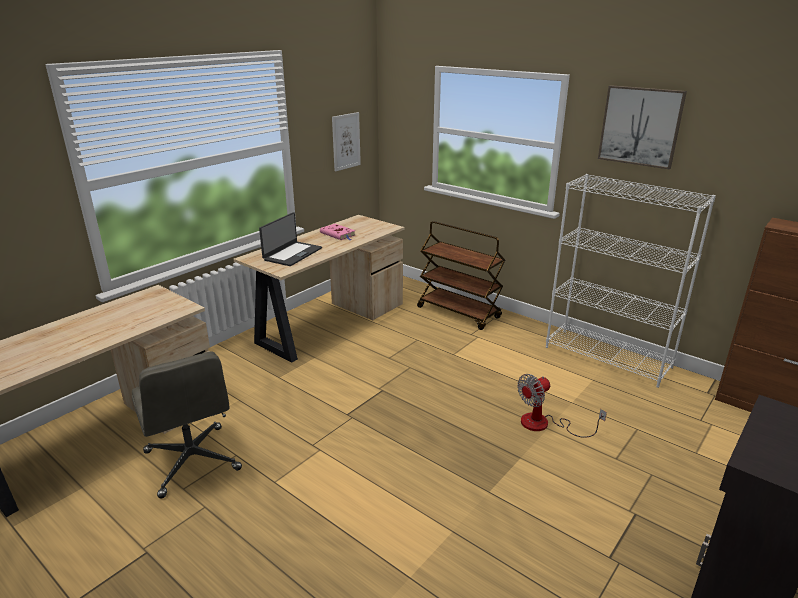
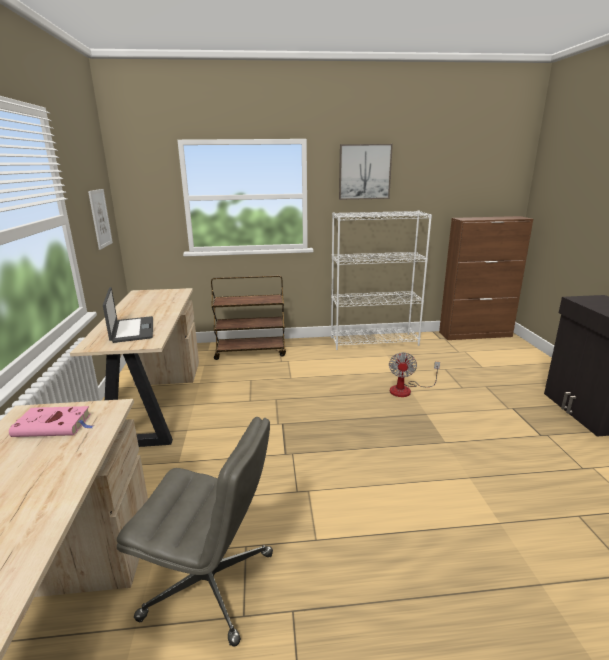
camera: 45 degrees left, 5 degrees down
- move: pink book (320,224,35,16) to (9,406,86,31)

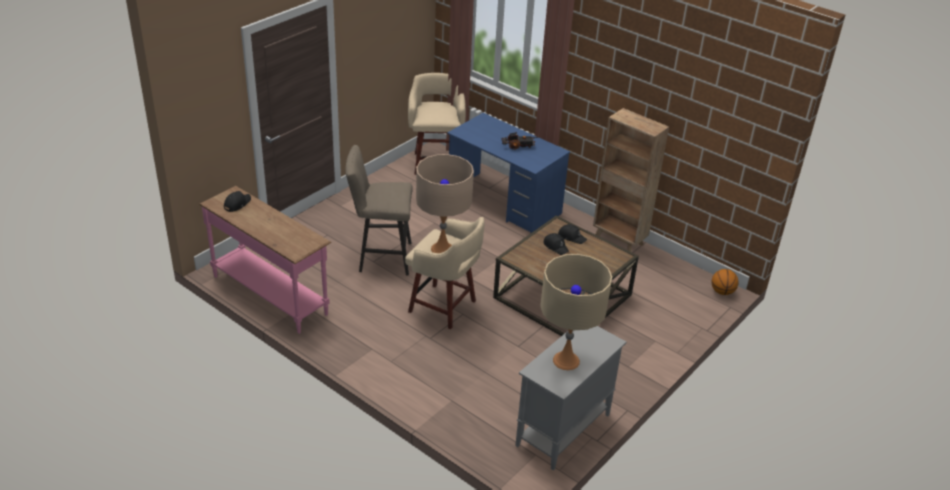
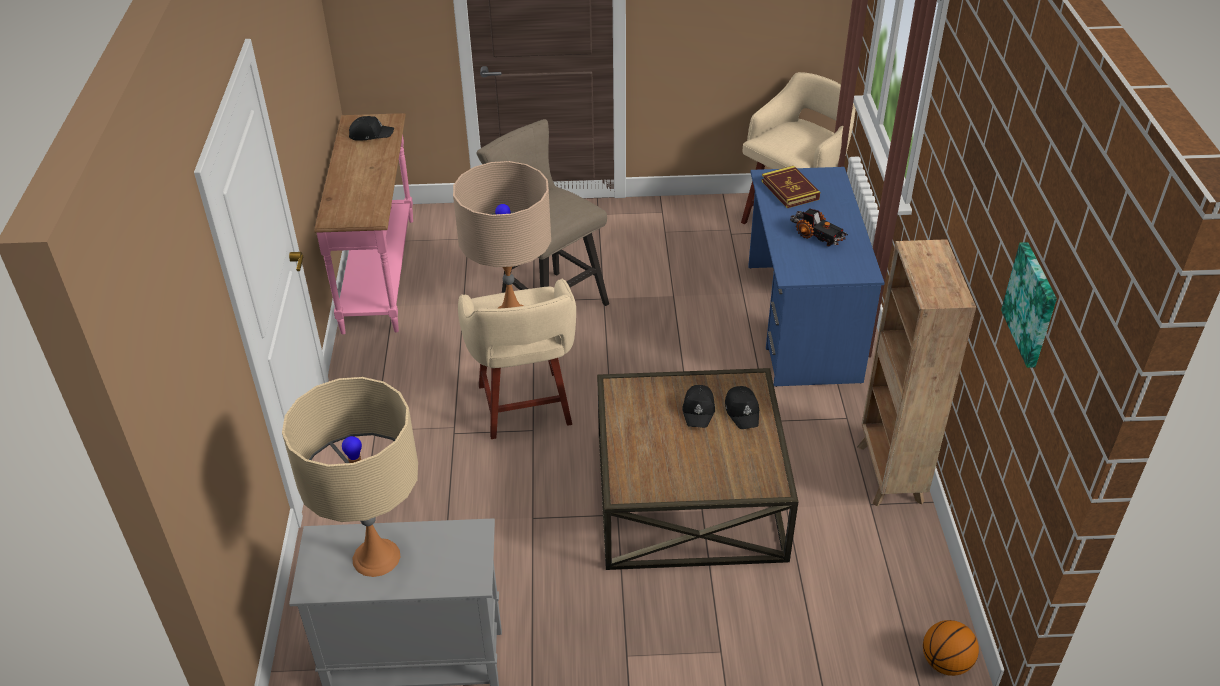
camera: 50 degrees right, 5 degrees up
- insert: book (762,166,58,42)
- insert: picture (1001,242,56,126)

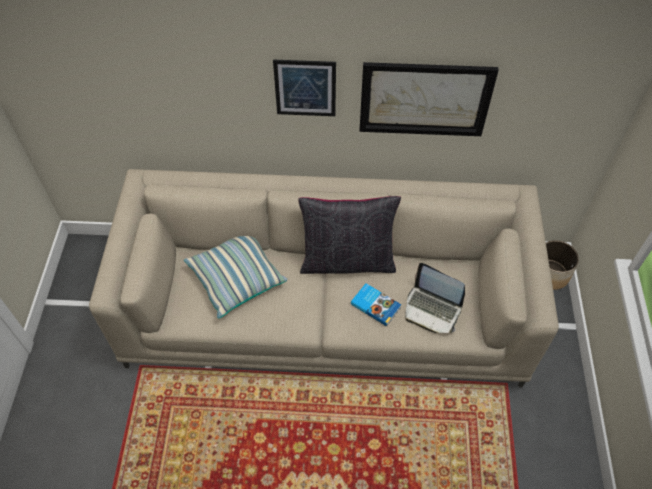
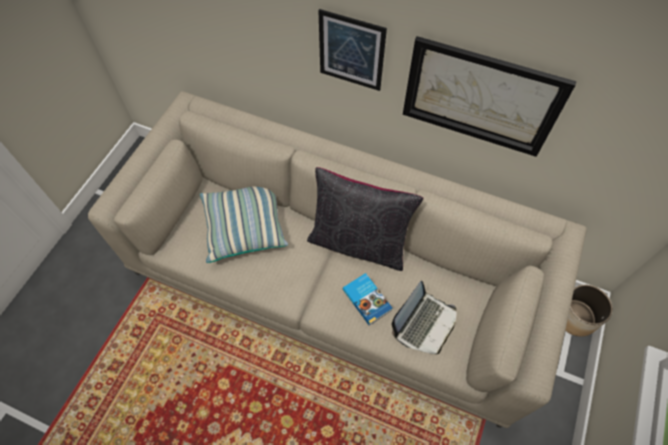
camera: 20 degrees right, 5 degrees up
- rotate: laptop (405,263,60,70) = (392,281,65,73) 105 degrees counterclockwise

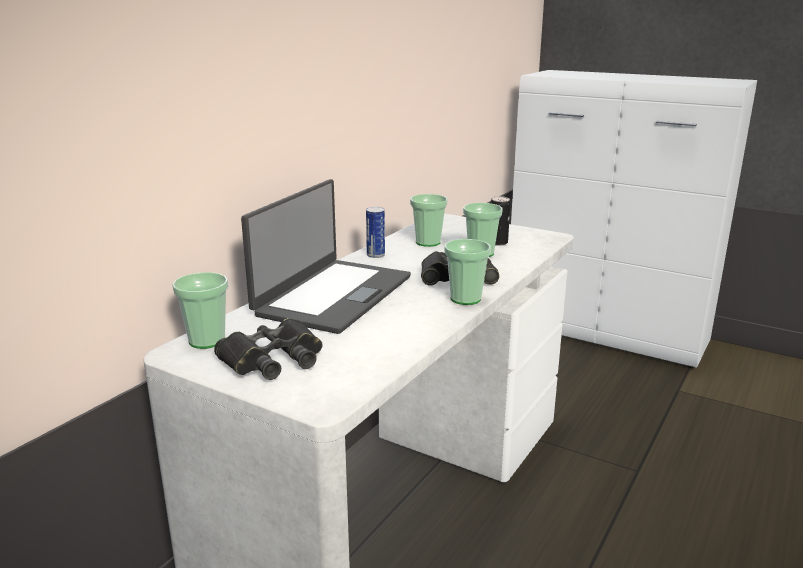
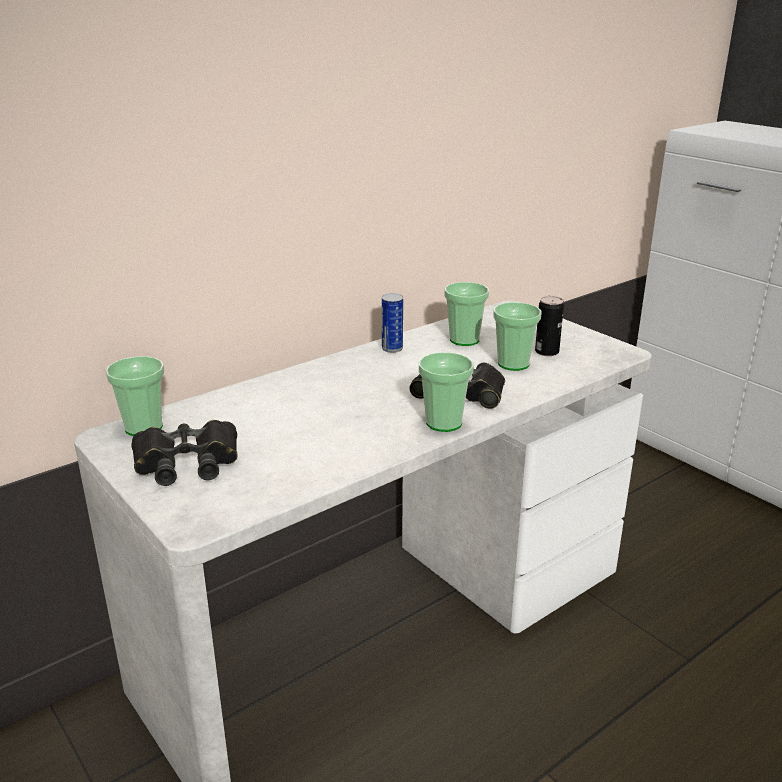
camera: 20 degrees right, 5 degrees up
- delete: laptop (241,179,170,155)

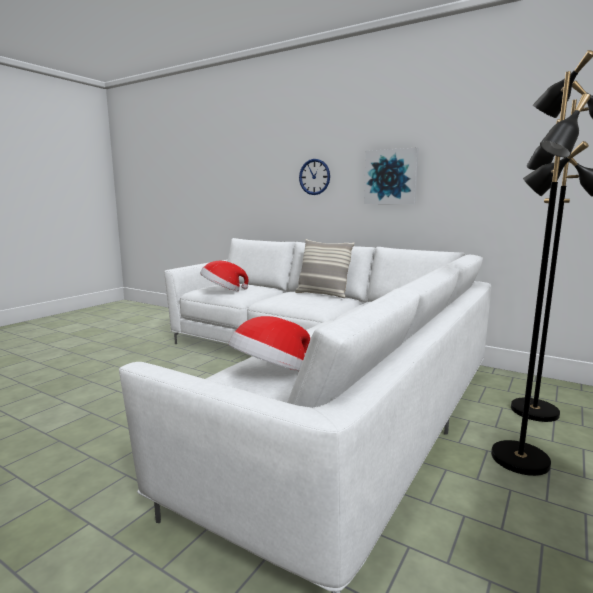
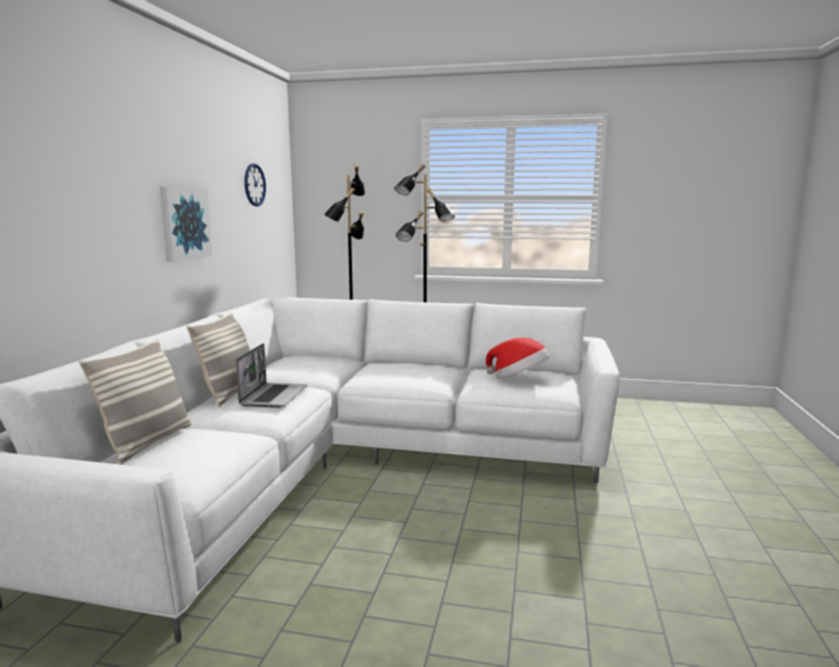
camera: 110 degrees left, 0 degrees up
- insert: pillow (79,338,113,127)
- insert: laptop (236,343,71,65)
- move: wall clock (299,159,31,36) to (244,163,22,44)
- delete: hat (200,261,49,30)

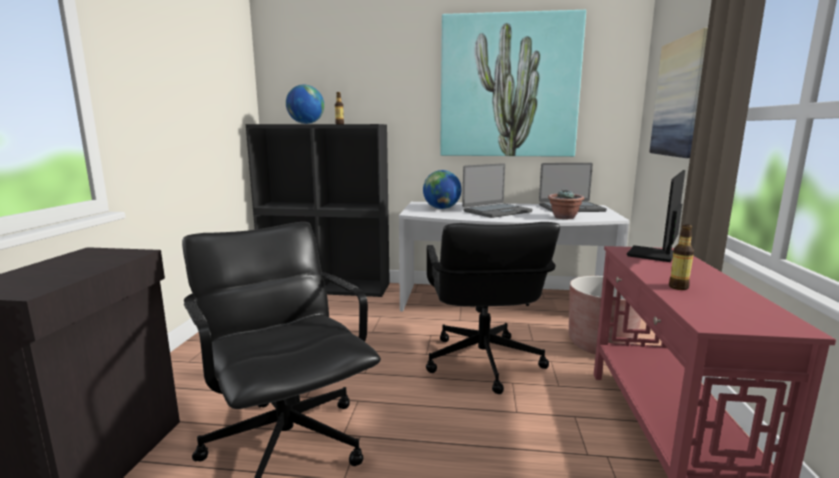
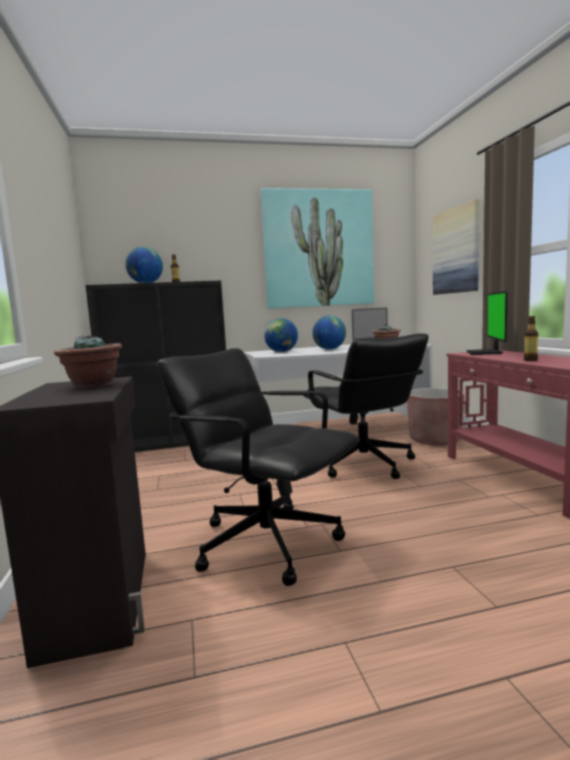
camera: 20 degrees left, 5 degrees down
- insert: potted plant (54,335,68,53)
- replace: laptop (462,163,70,55) to globe (312,316,34,34)

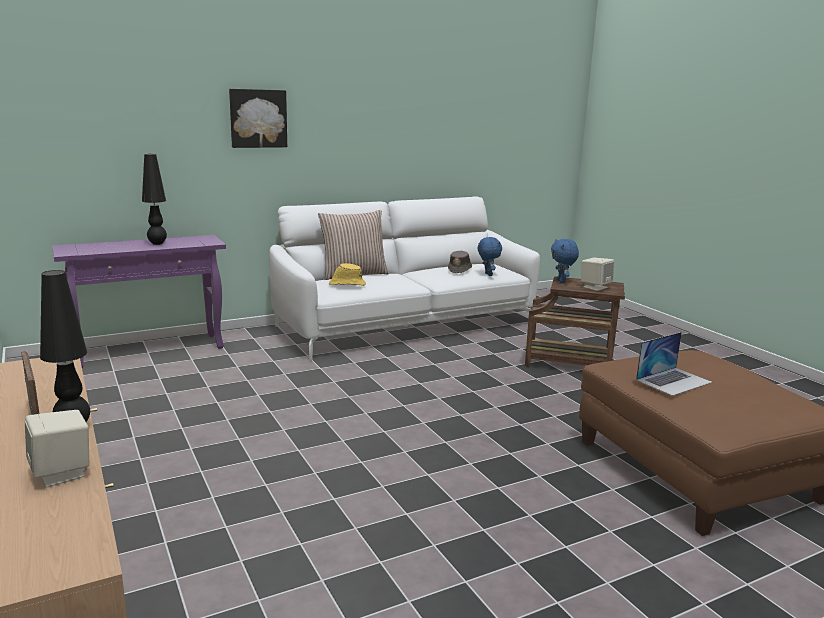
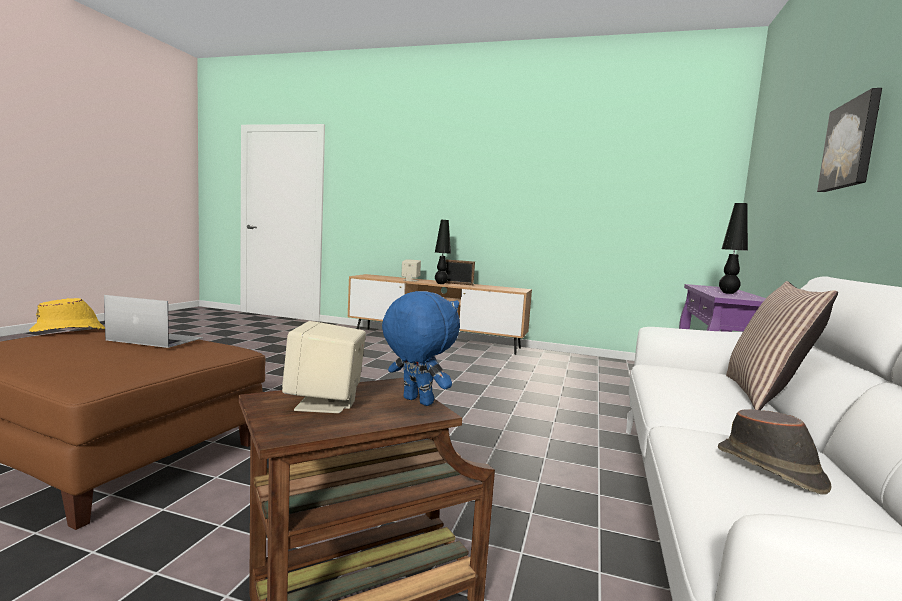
camera: 135 degrees right, 10 degrees down
- move: yellow hat (329,263,37,23) to (29,298,76,34)
- rotate: laptop (636,332,76,64) = (104,295,99,53) 90 degrees clockwise
- delete: blue plush toy (478,237,24,39)

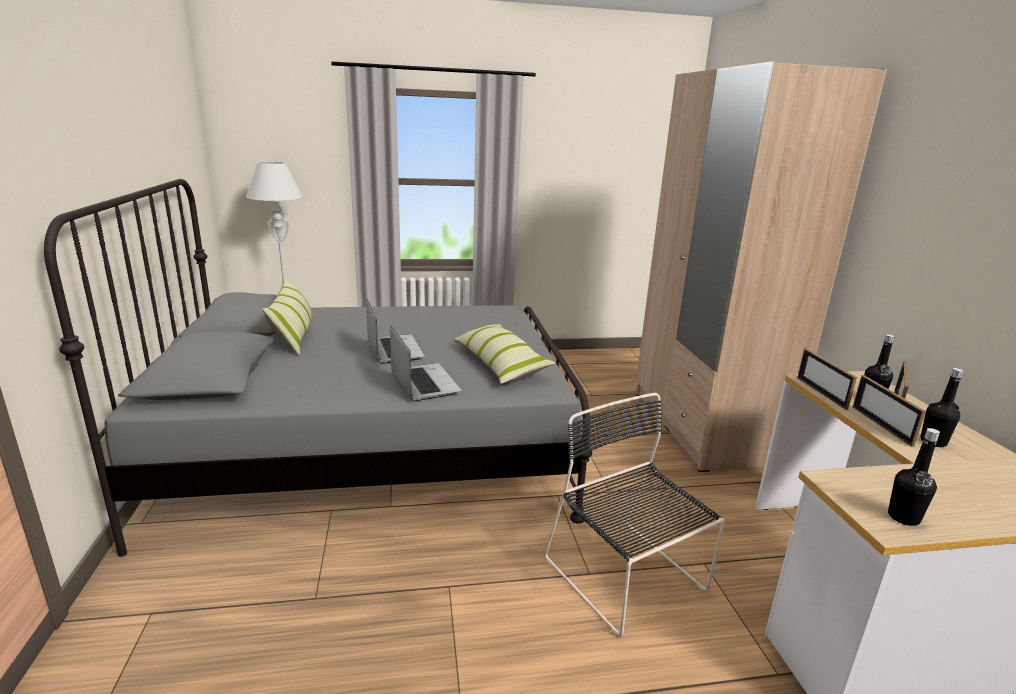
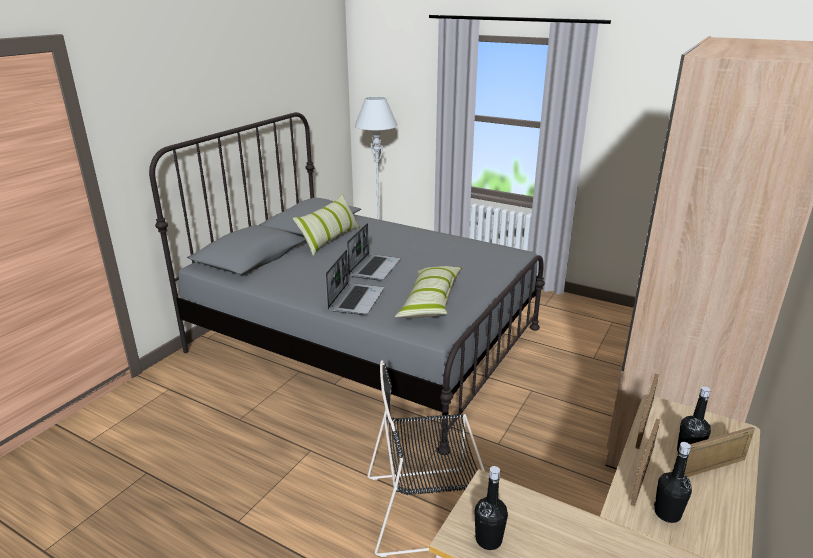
camera: 40 degrees right, 5 degrees up
- rotate: black chair (545,393,180,244) = (367,360,118,197) 105 degrees counterclockwise

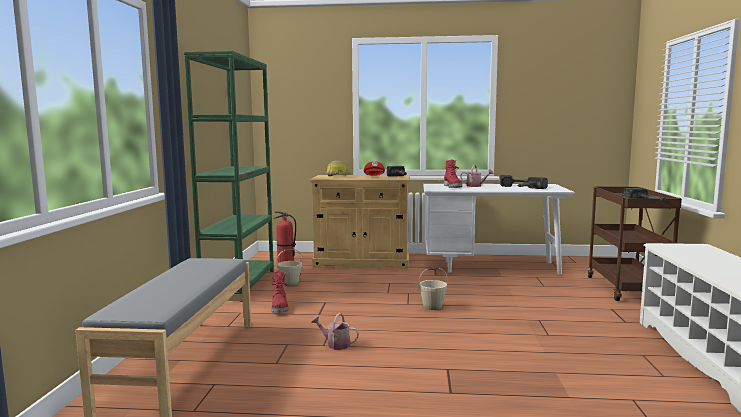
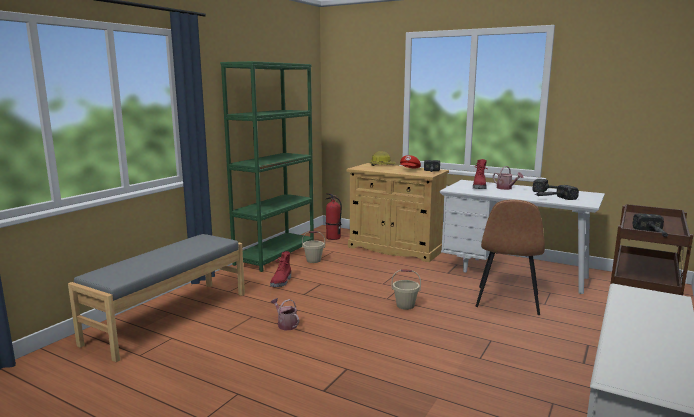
camera: 25 degrees right, 5 degrees up
- insert: brown chair (475,200,70,115)

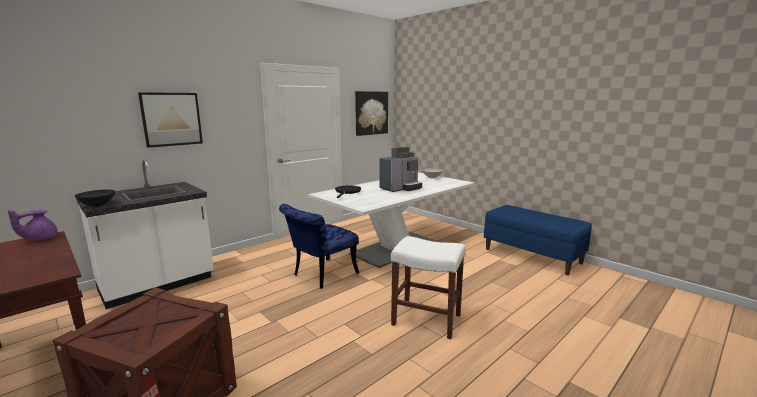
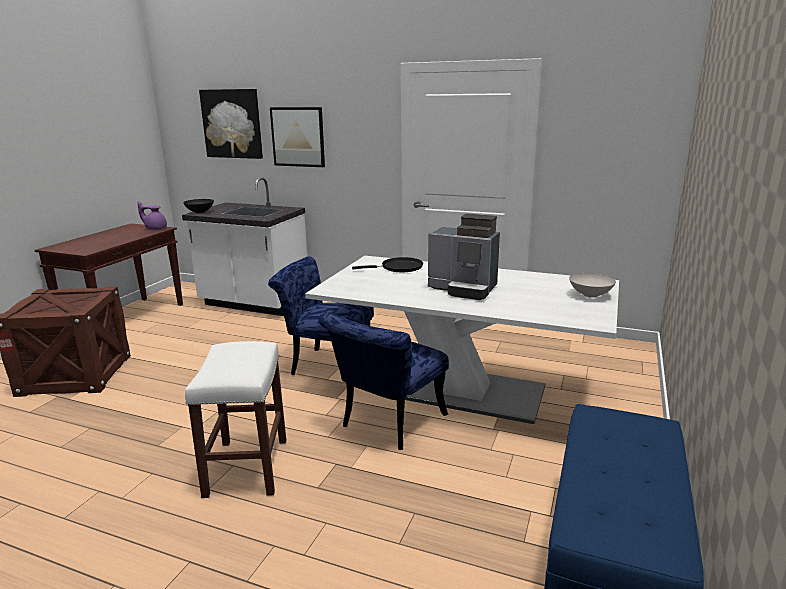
camera: 65 degrees right, 5 degrees up
- move: picture (355,91,33,45) to (199,89,64,70)
- insert: blue chair (319,312,130,138)

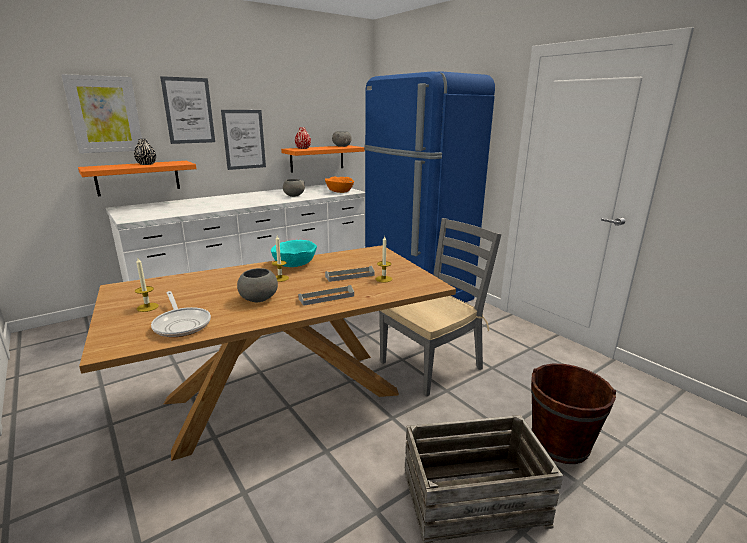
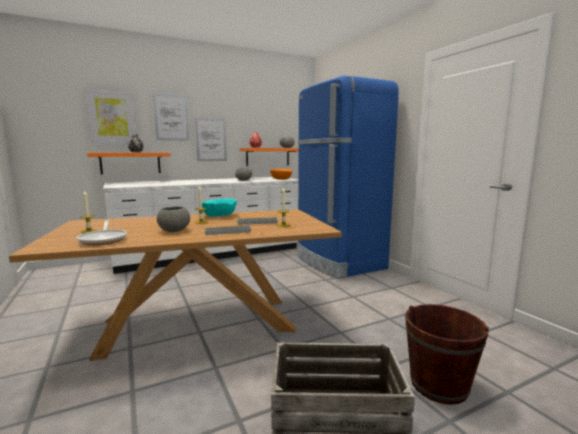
camera: 10 degrees right, 10 degrees down
- delete: grey chair (379,218,122,179)

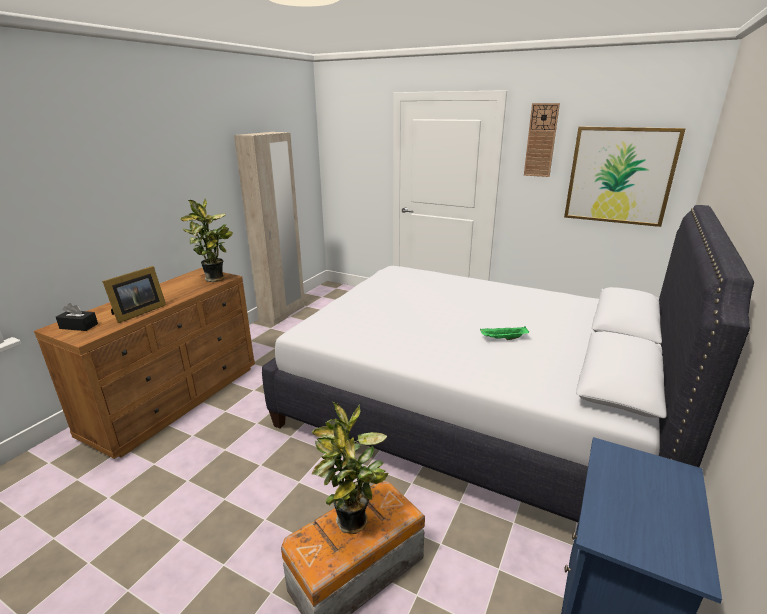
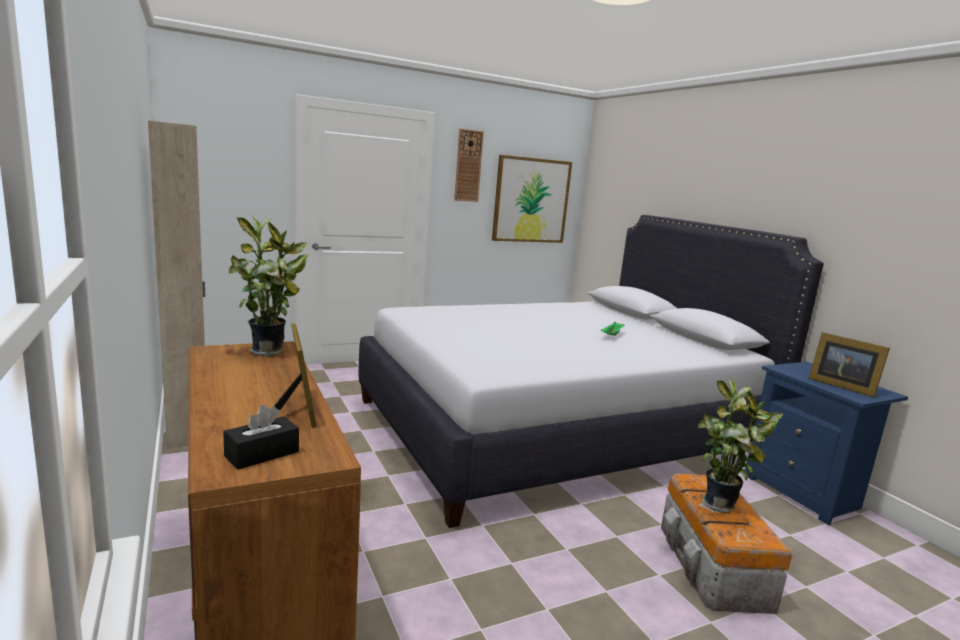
camera: 55 degrees left, 10 degrees down
- insert: picture frame (808,332,82,65)

